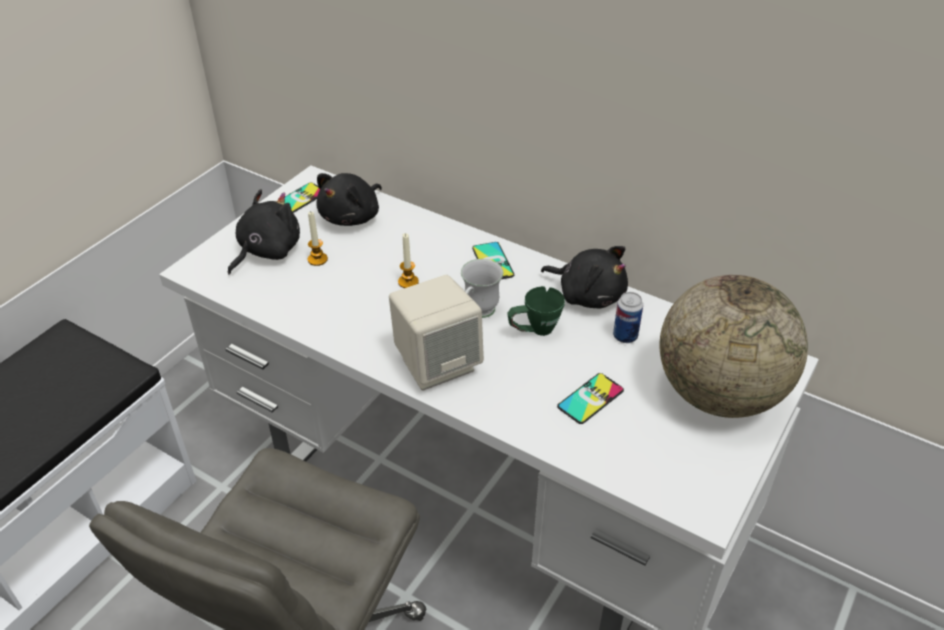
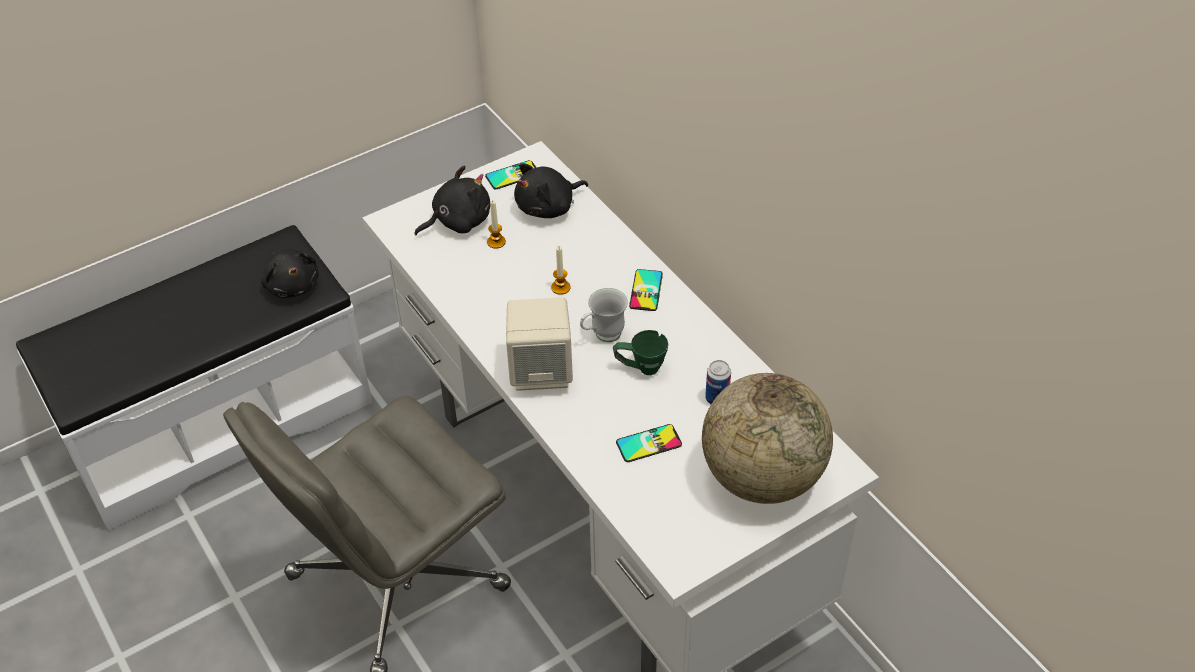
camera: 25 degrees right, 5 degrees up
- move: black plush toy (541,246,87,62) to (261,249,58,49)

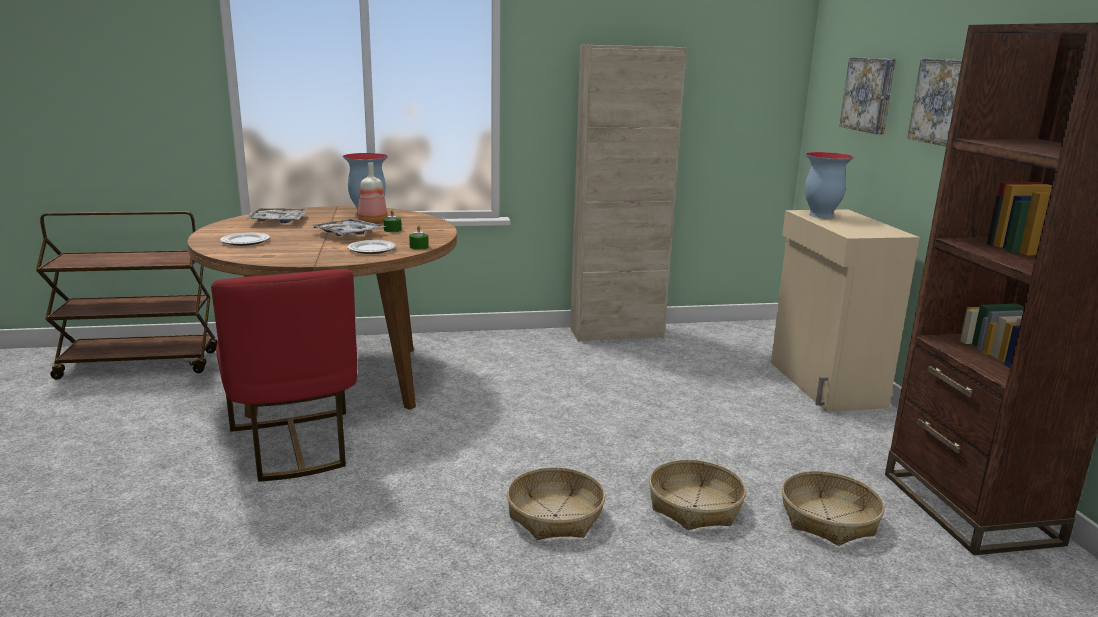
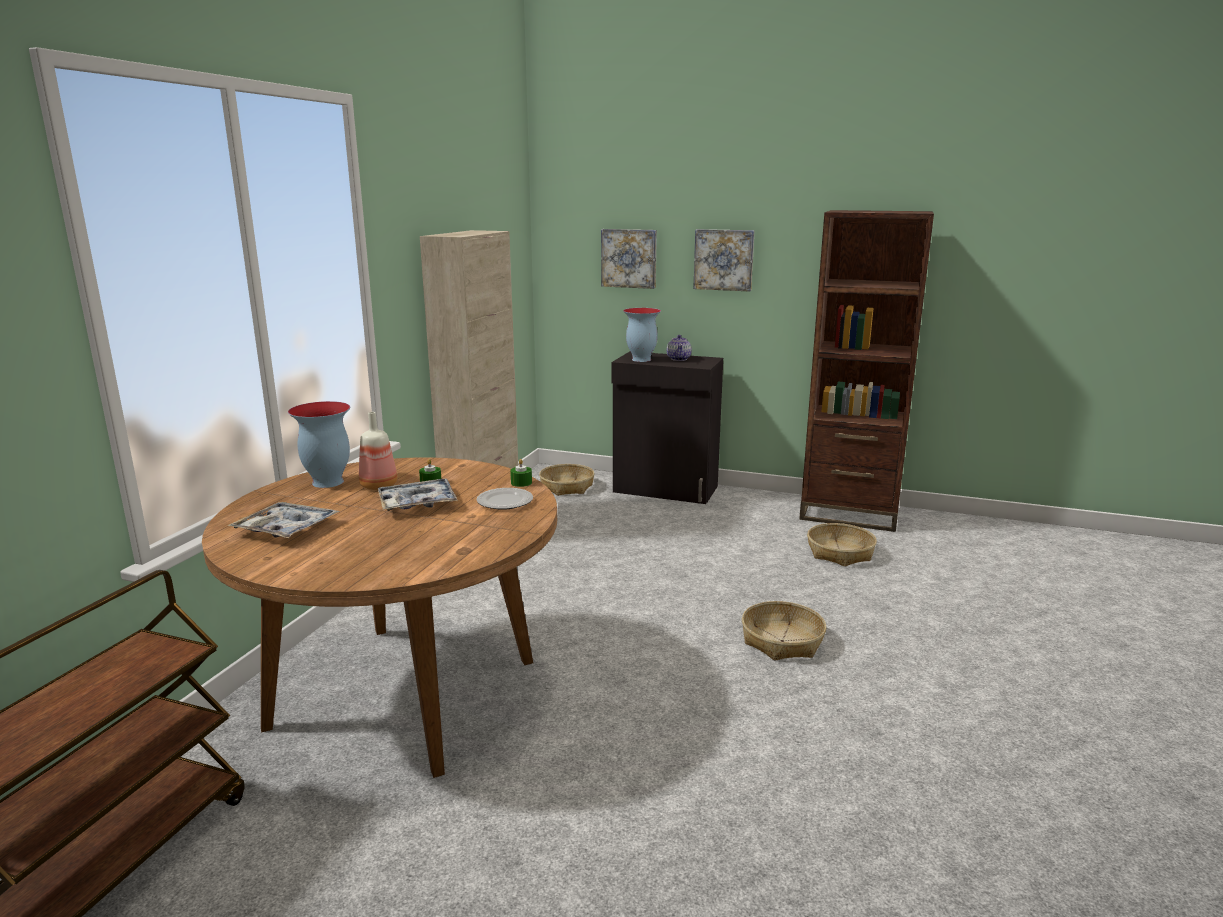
camera: 60 degrees left, 0 degrees up
- move: basket (649,459,97,71) to (539,464,55,32)
- recolor: beige cabinet (771,209,149,203) to black cabinet (611,351,112,153)
- insert: teapot (667,335,25,26)
- delete: red chair (211,269,146,213)
- delete: plate (220,232,50,14)

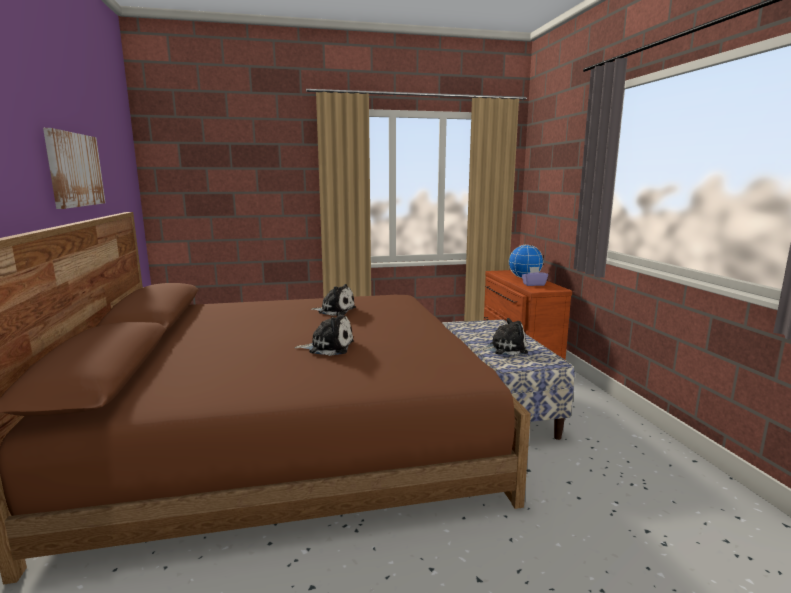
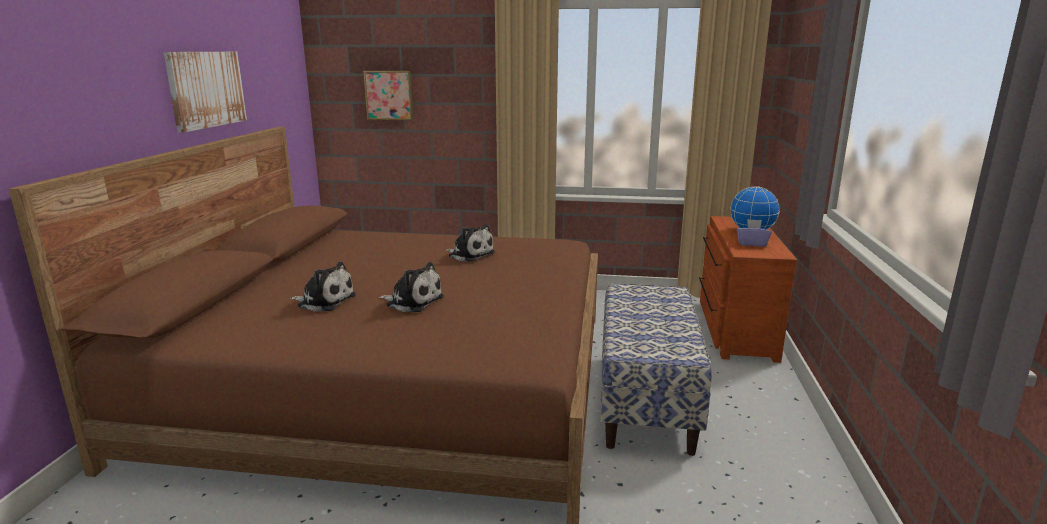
camera: 20 degrees right, 5 degrees up
- move: plush toy (478,318,50,38) to (290,262,66,50)
- insert: picture (363,71,51,49)

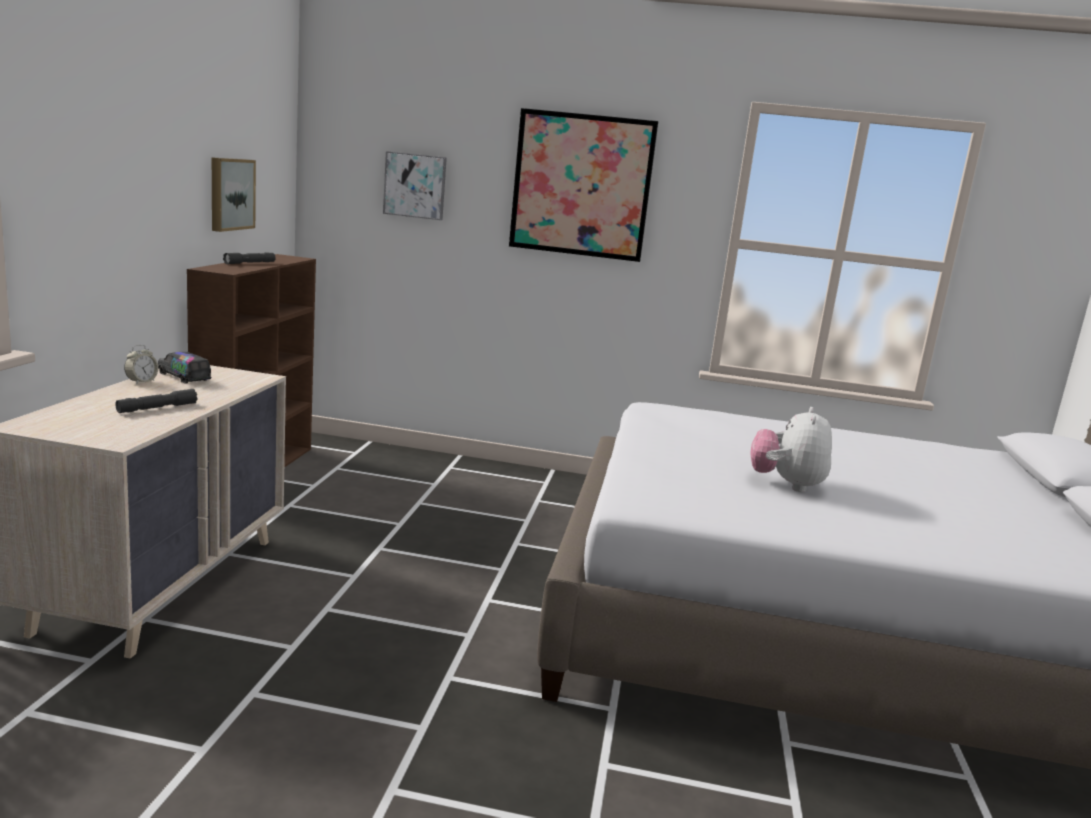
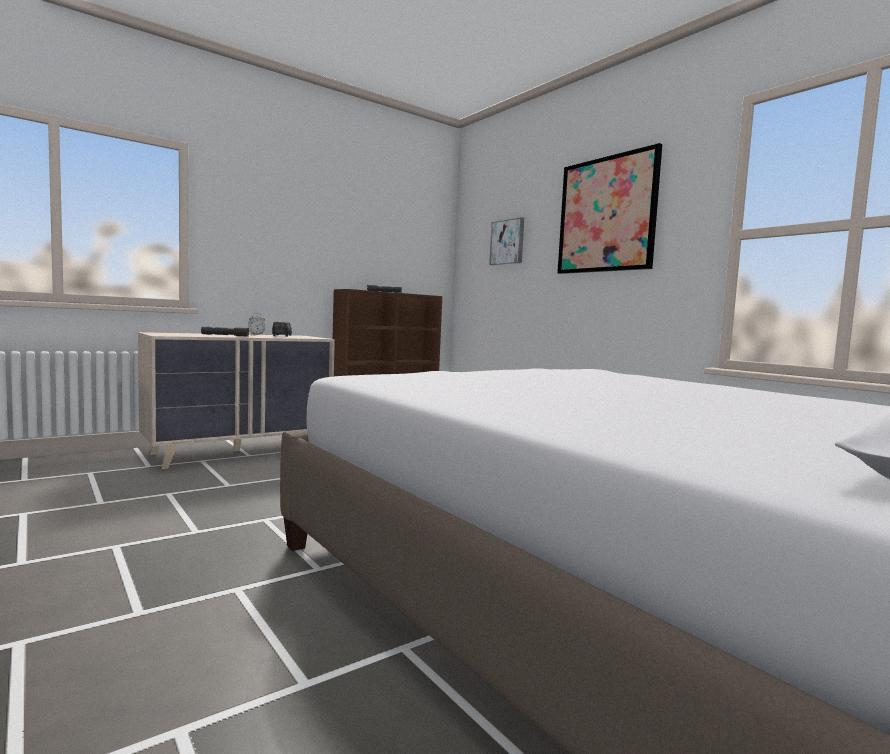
camera: 45 degrees right, 10 degrees down
- delete: picture (212,158,44,74)
- delete: plush toy (750,407,82,85)

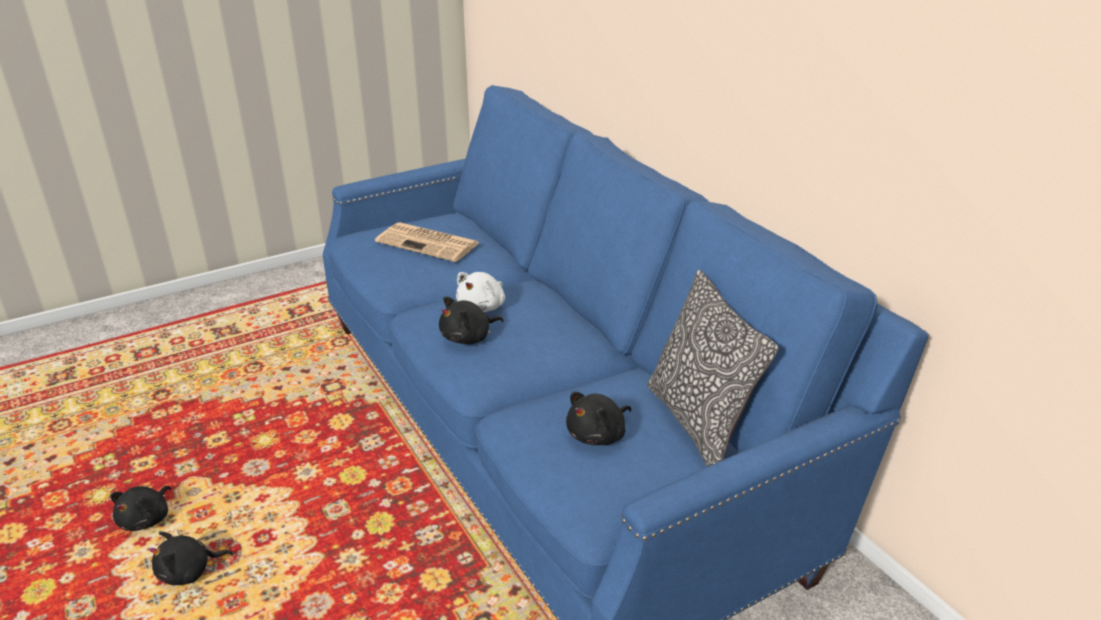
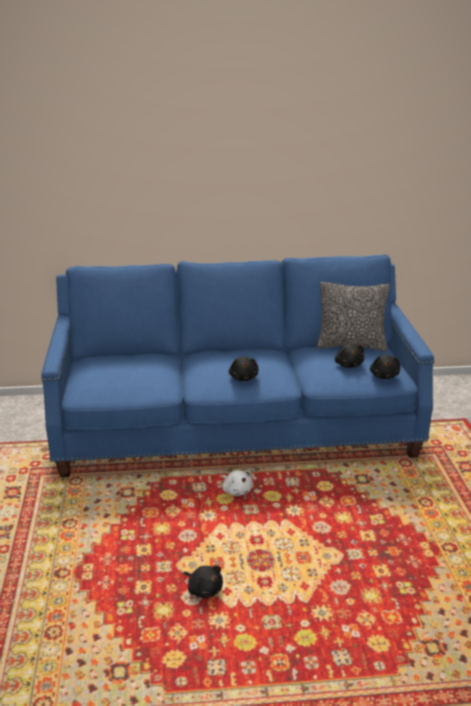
camera: 65 degrees left, 5 degrees down
- move: white plush toy (456,272,49,40) to (222,470,31,26)
- move: black plush toy (149,531,84,54) to (370,355,30,24)
- delete: newspaper (375,222,105,40)

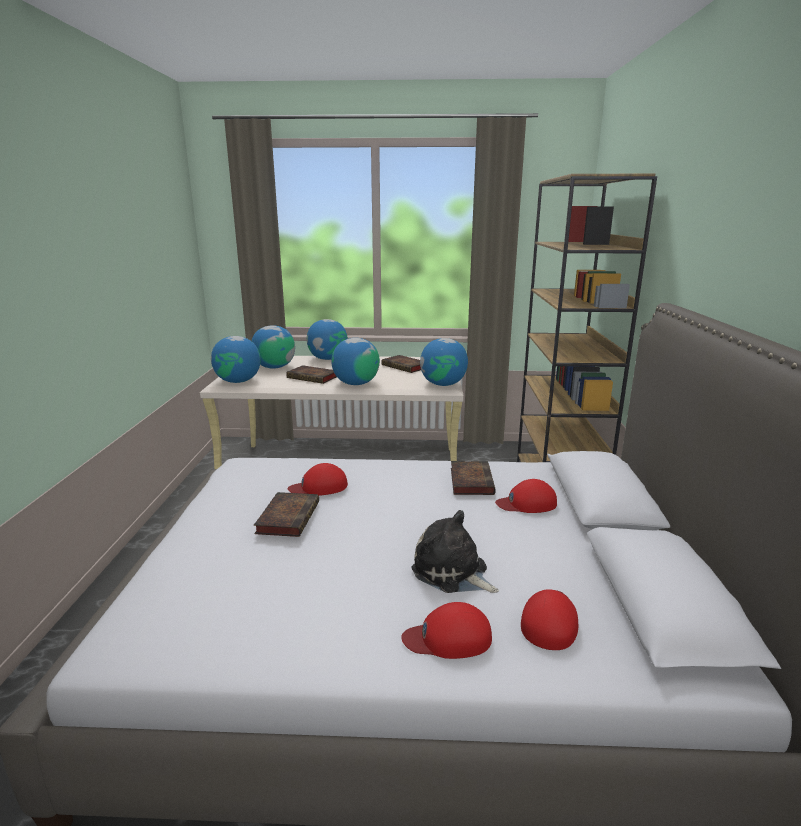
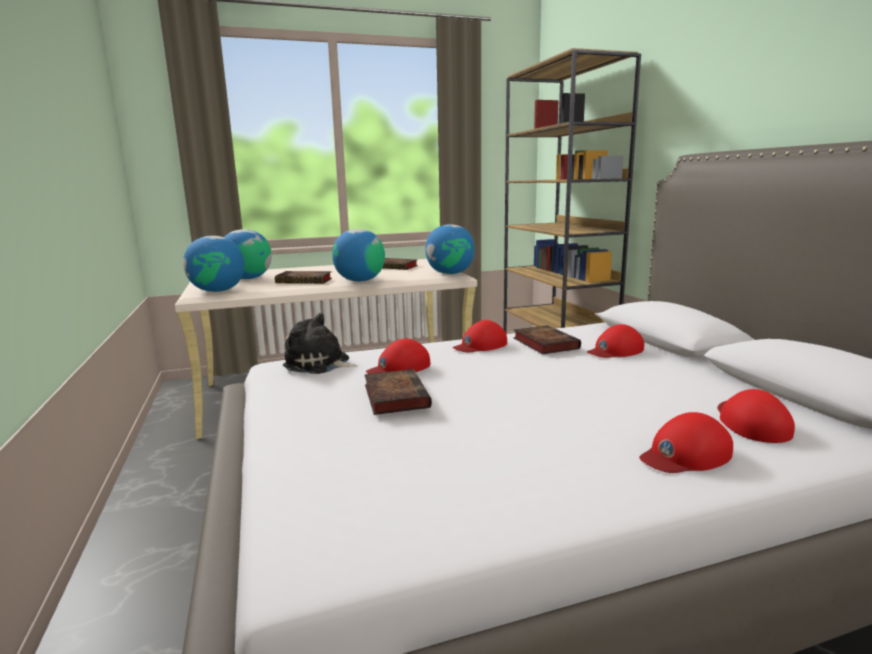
camera: 20 degrees left, 5 degrees down
- move: plush toy (411,510,88,83) to (283,313,75,61)
- insert: red cap (453,320,54,32)
- delete: globe (307,319,41,41)

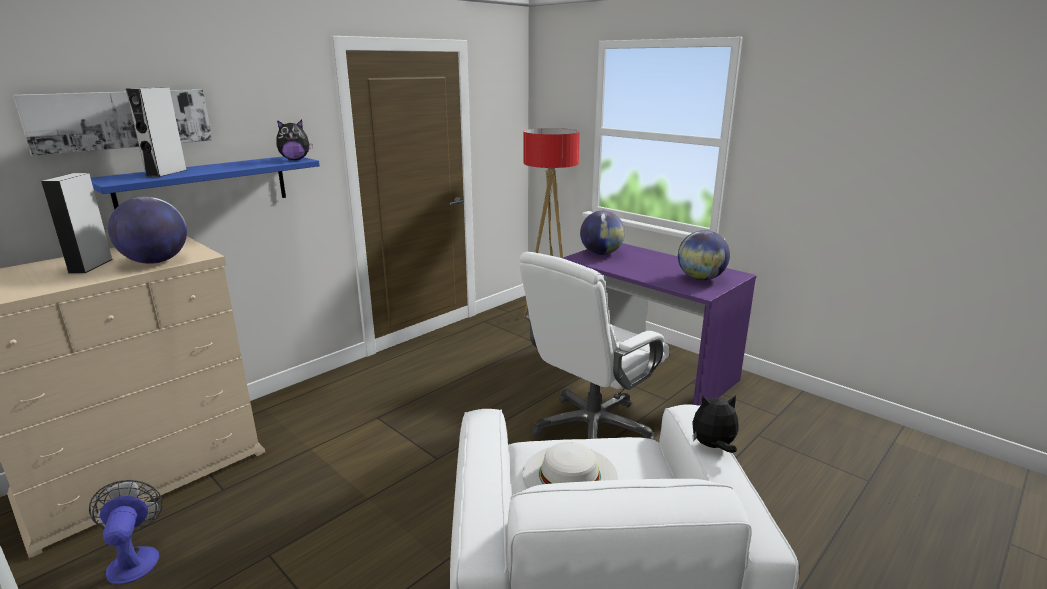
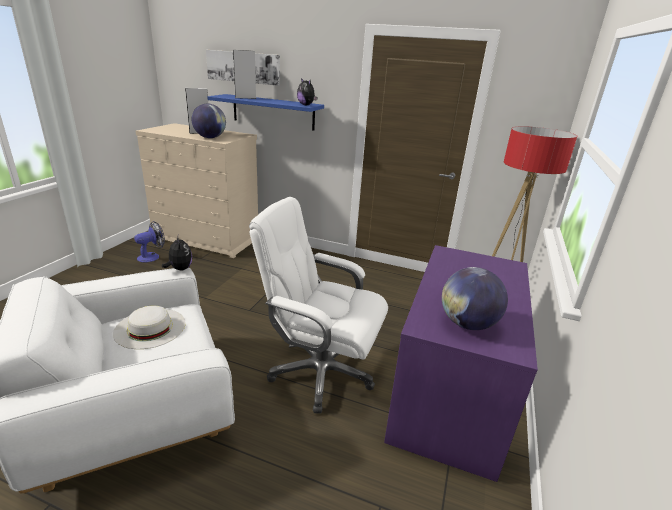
camera: 65 degrees right, 5 degrees up
- move: plush toy (692,395,47,58) to (162,237,30,34)
- delete: globe (580,211,45,44)

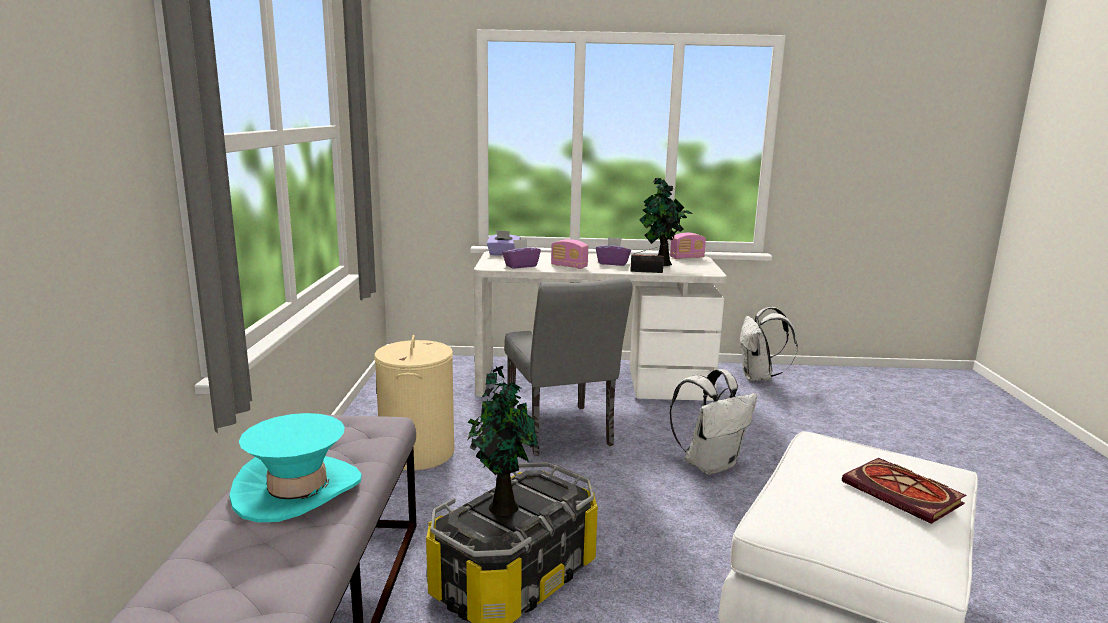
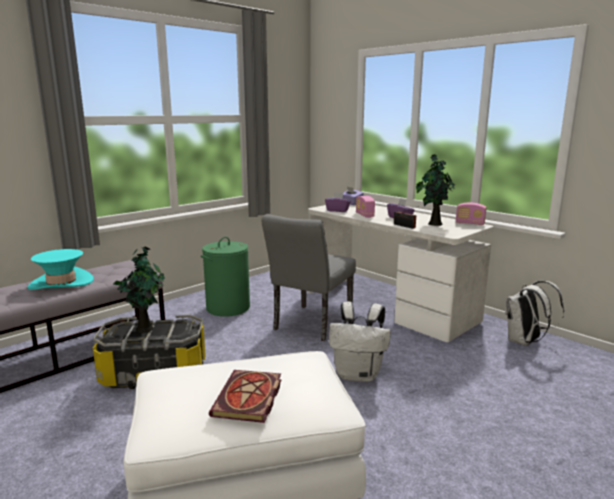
camera: 45 degrees right, 0 degrees up
- recolor: beige laundry basket (374,335,80,135) to green laundry basket (201,237,49,80)

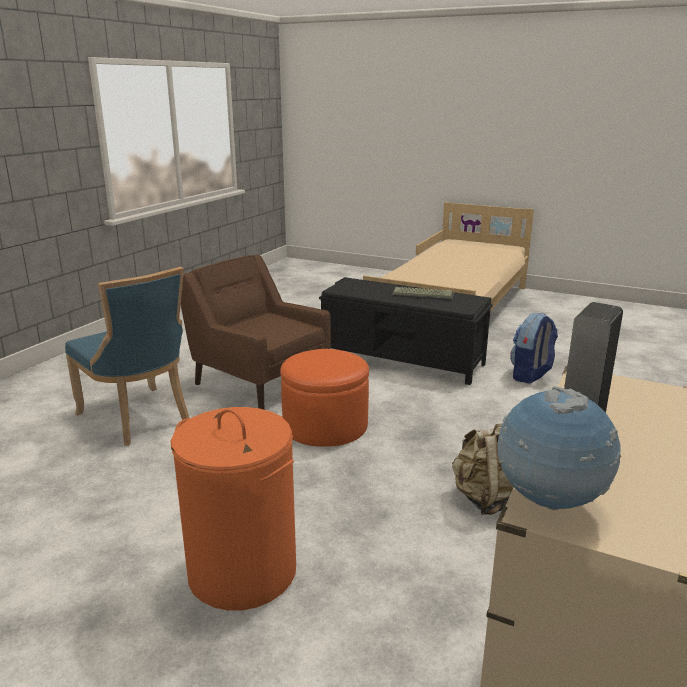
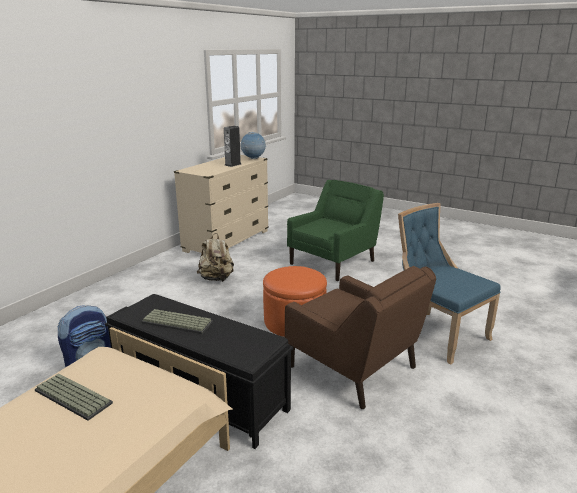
camera: 175 degrees left, 0 degrees up
- insert: keyboard (35,374,78,47)
- replace: orange laundry basket (171,407,125,204) to green armchair (287,180,97,101)

